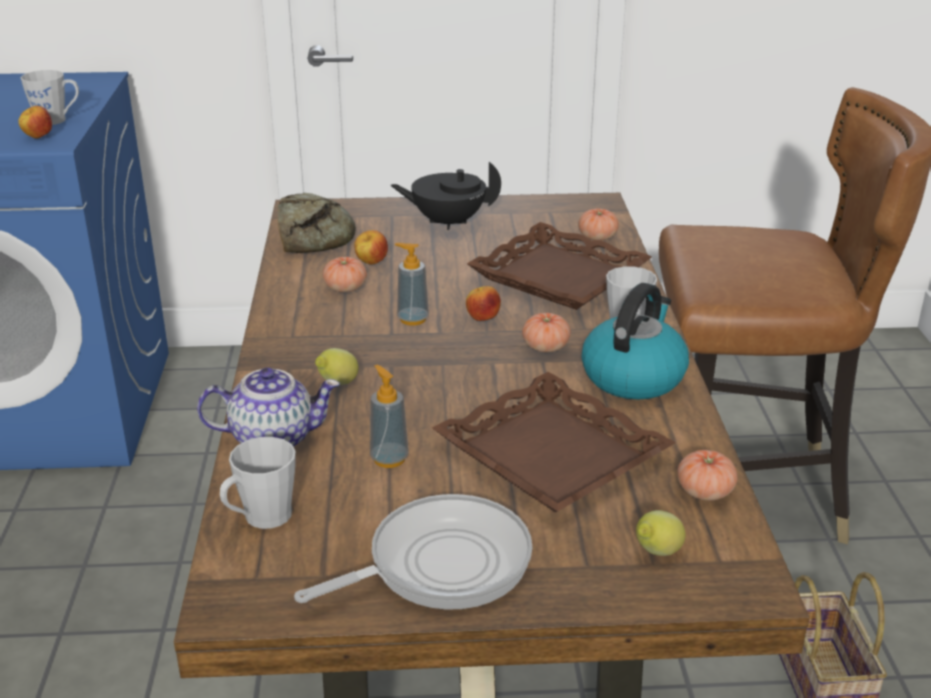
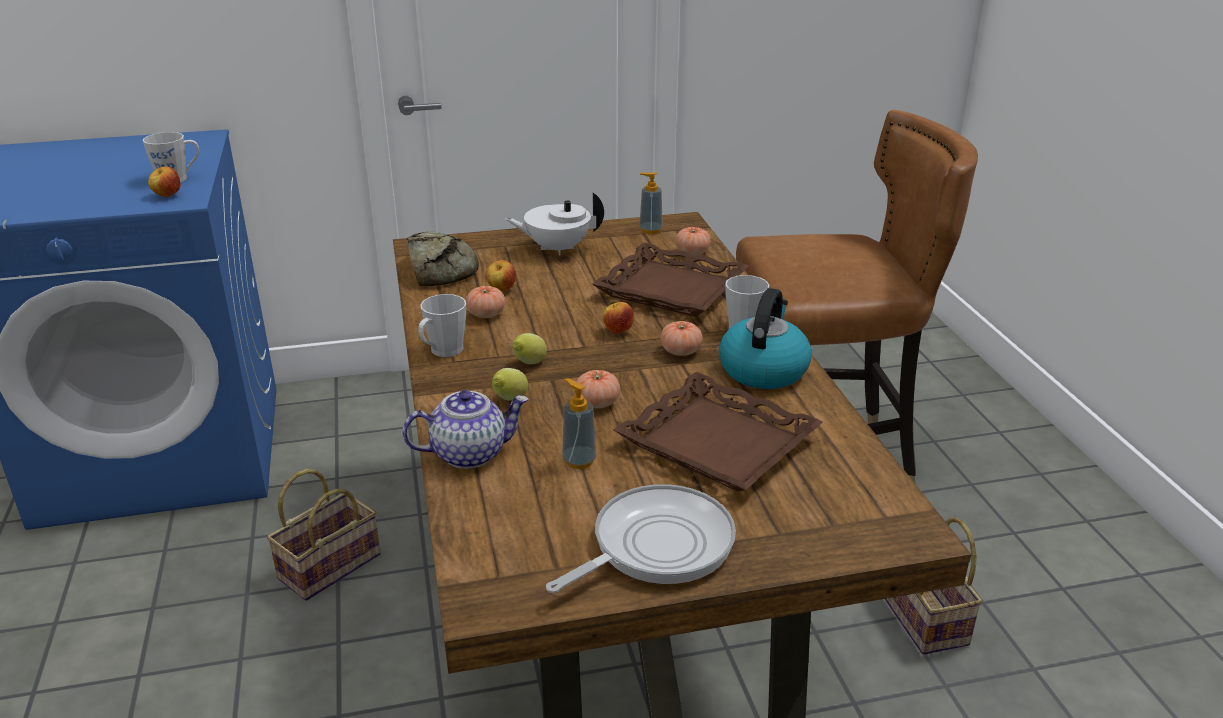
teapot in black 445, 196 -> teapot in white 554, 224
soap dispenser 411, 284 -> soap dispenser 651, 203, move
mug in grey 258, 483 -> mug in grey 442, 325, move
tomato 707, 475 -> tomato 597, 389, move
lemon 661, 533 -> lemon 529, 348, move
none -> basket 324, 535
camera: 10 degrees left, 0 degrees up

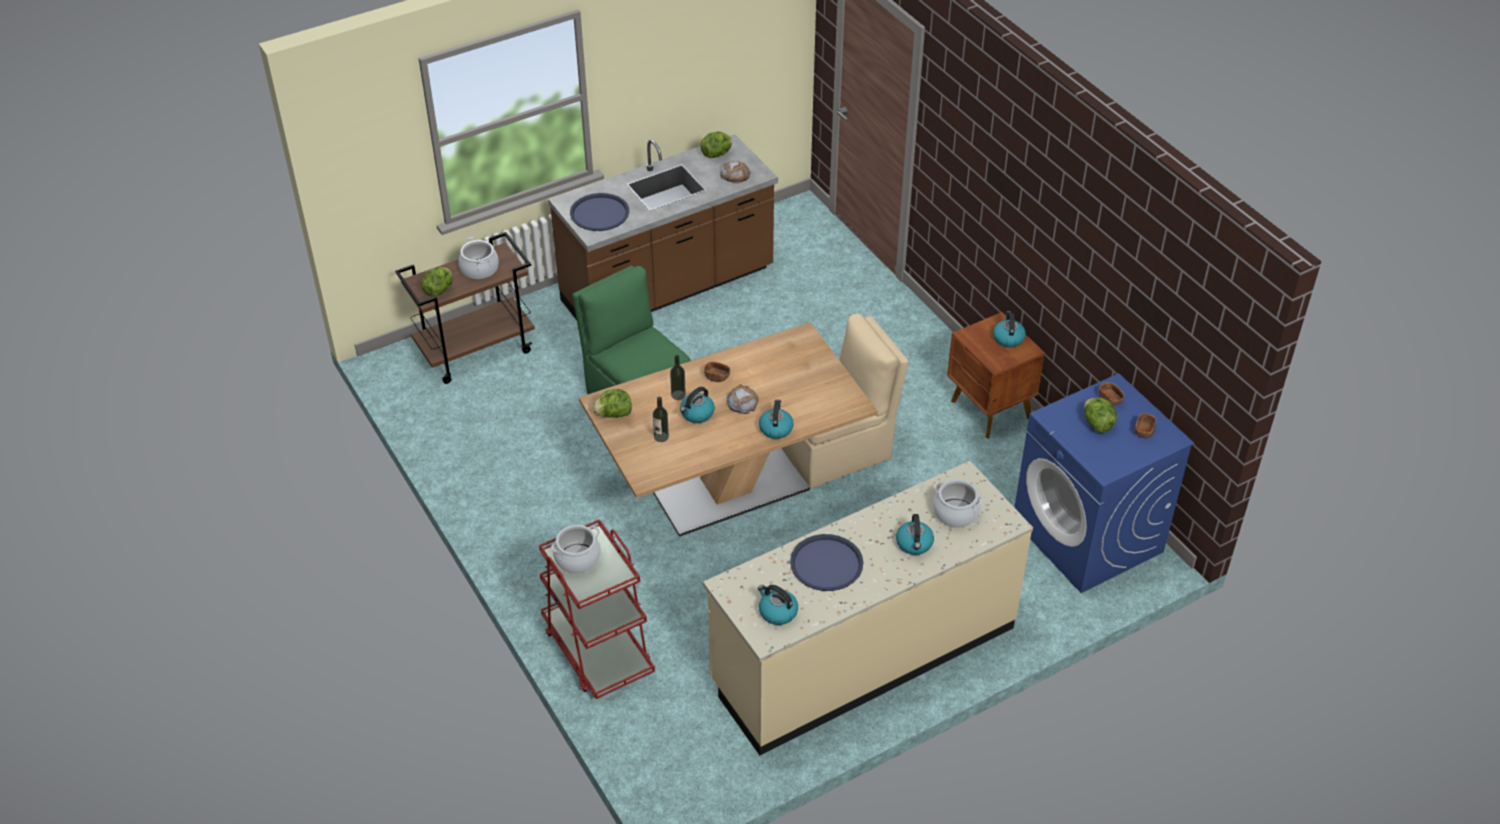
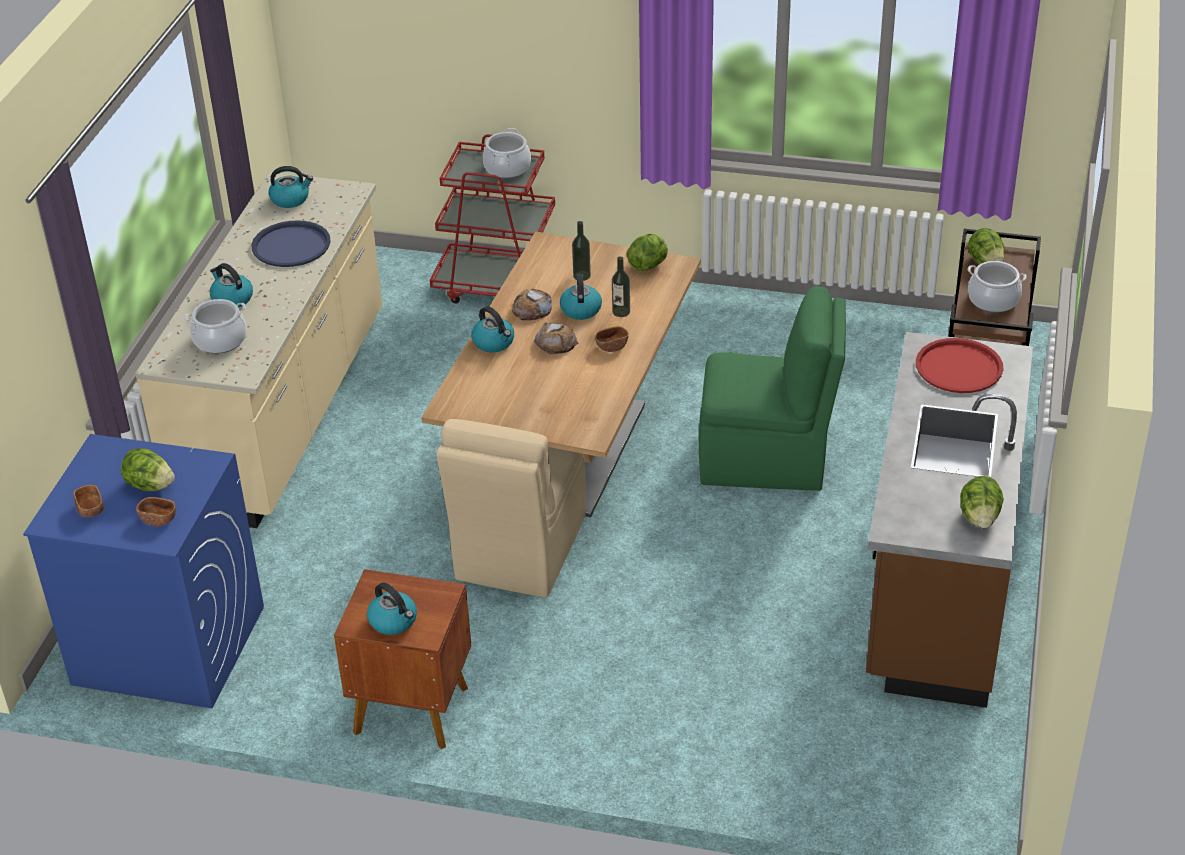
bread 735, 172 -> bread 532, 304, move
tray in blue 599, 212 -> tray in red 959, 365
camera: 135 degrees right, 5 degrees down

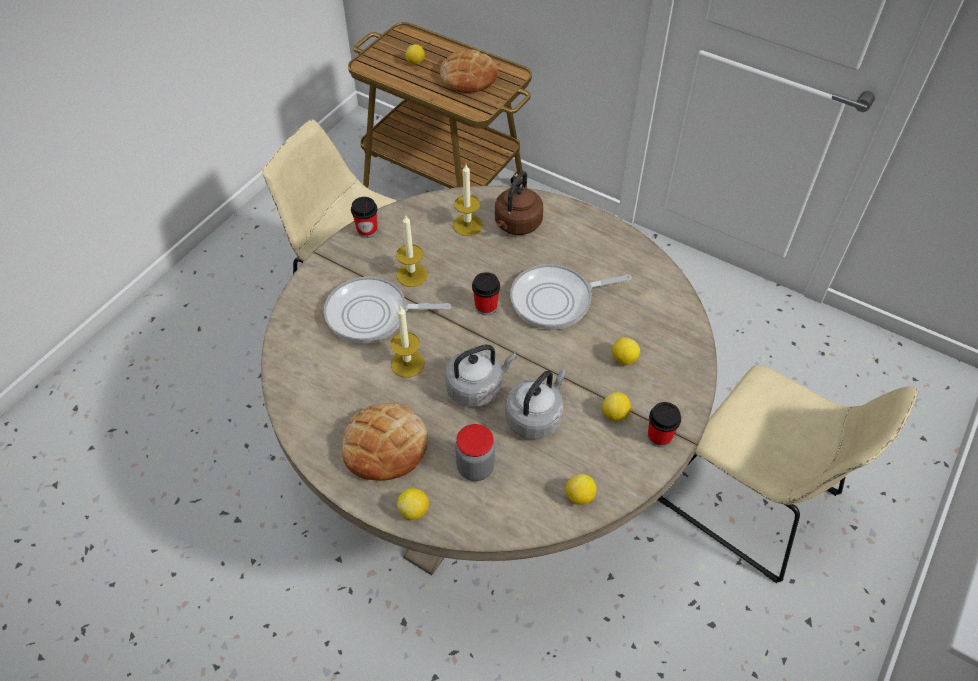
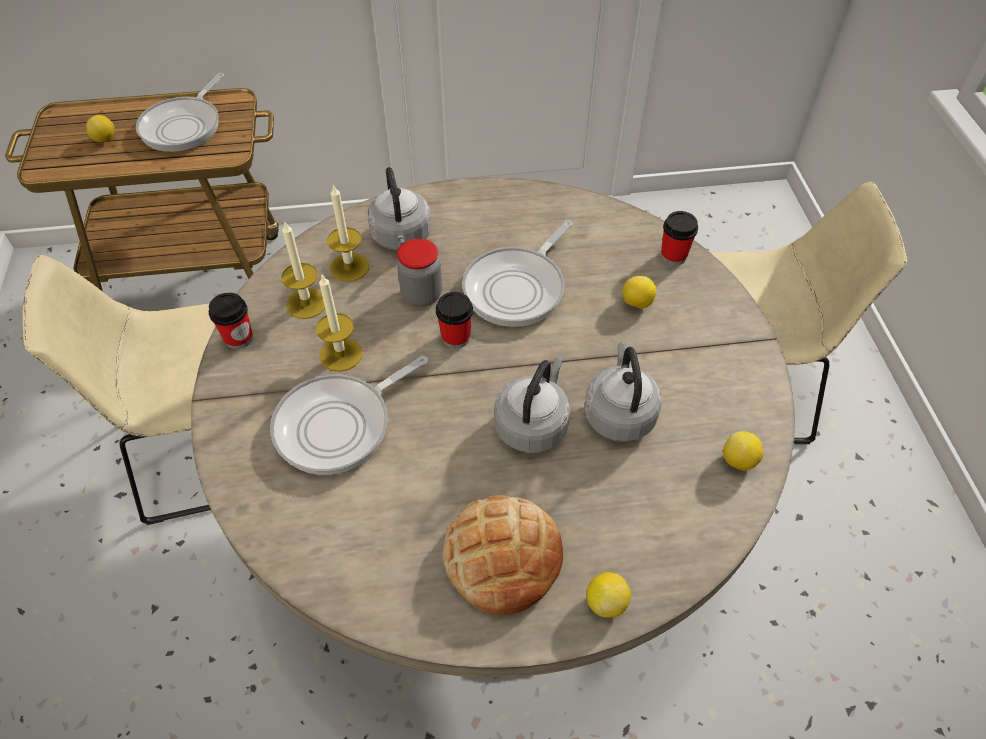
bread 468, 71 -> frying pan 180, 112
kettle in brown 519, 203 -> kettle in grey 399, 208
candle 407, 341 -> candle 303, 270, move
lemon 616, 407 -> none
cup 664, 424 -> cup 679, 238, move
jar 475, 452 -> jar 419, 273, move
camera: 40 degrees left, 0 degrees up

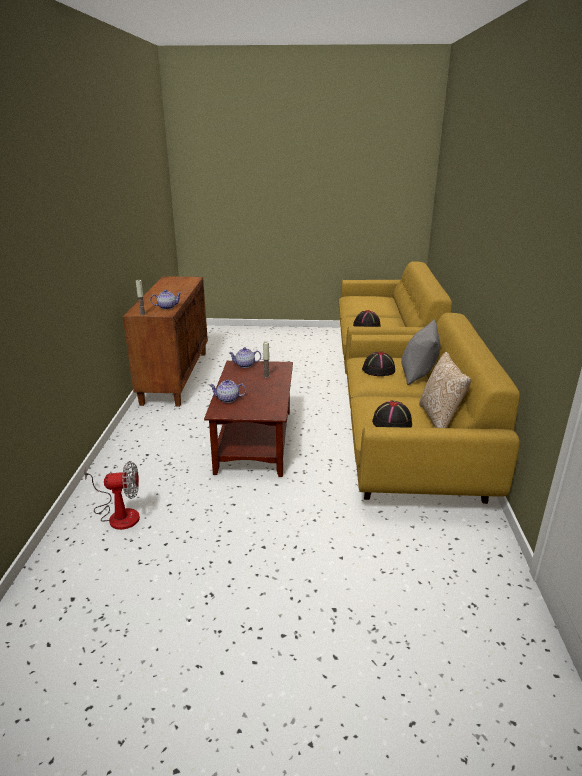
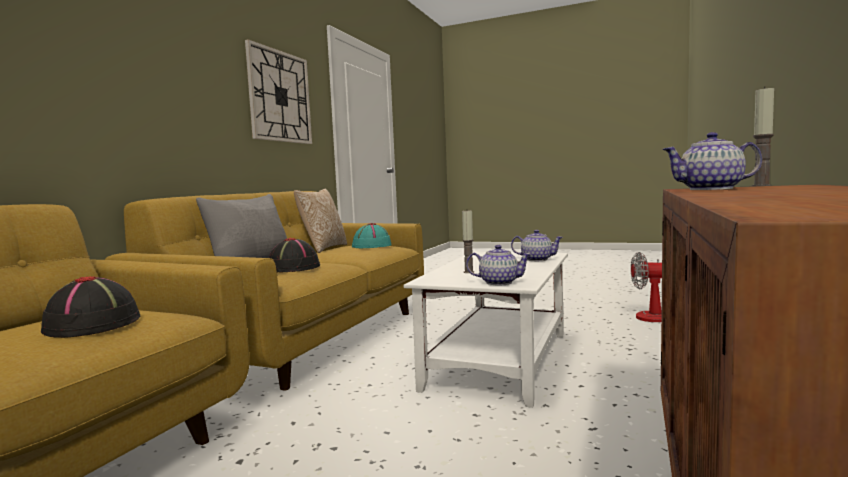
coffee table in brown 248, 419 -> coffee table in white 485, 330
hat in black 392, 414 -> hat in turquoise 371, 235
none -> wall clock 278, 91
camera: 160 degrees left, 20 degrees down

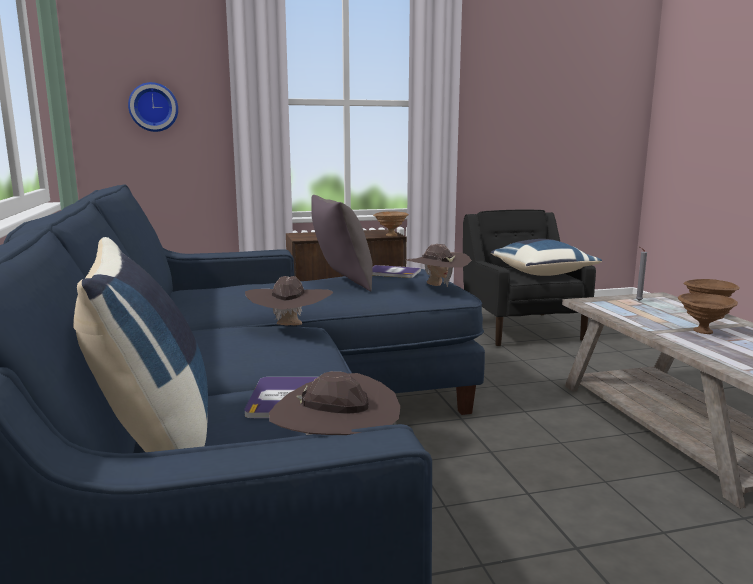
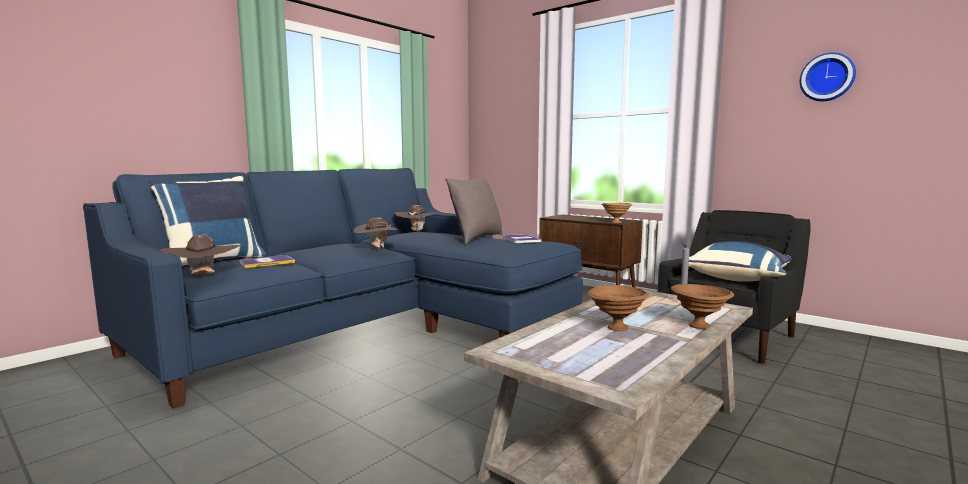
wall clock 153, 107 -> wall clock 828, 76, move
hat in brown 438, 265 -> hat in brown 416, 218, move
camera: 55 degrees right, 5 degrees down

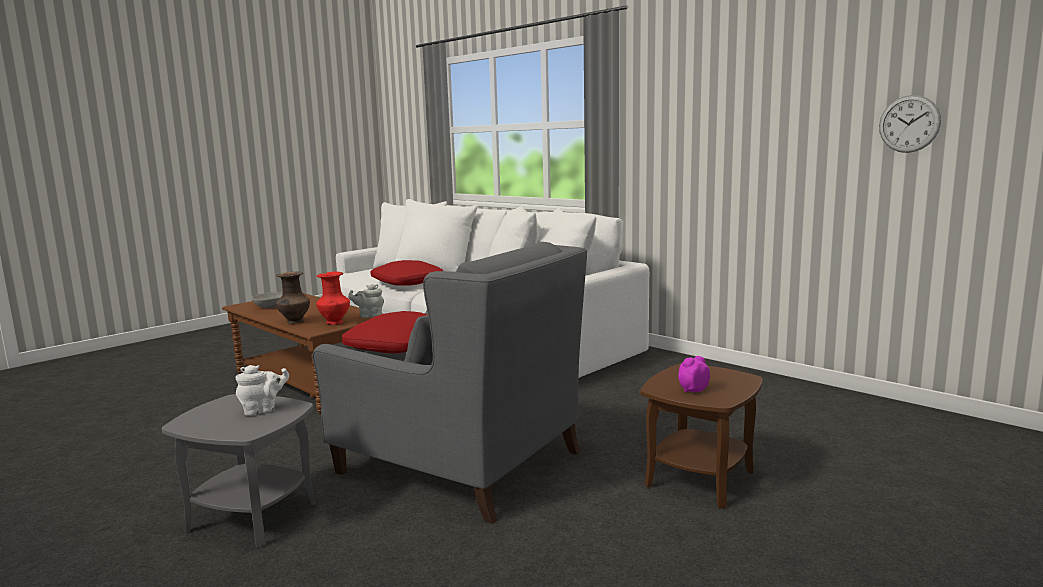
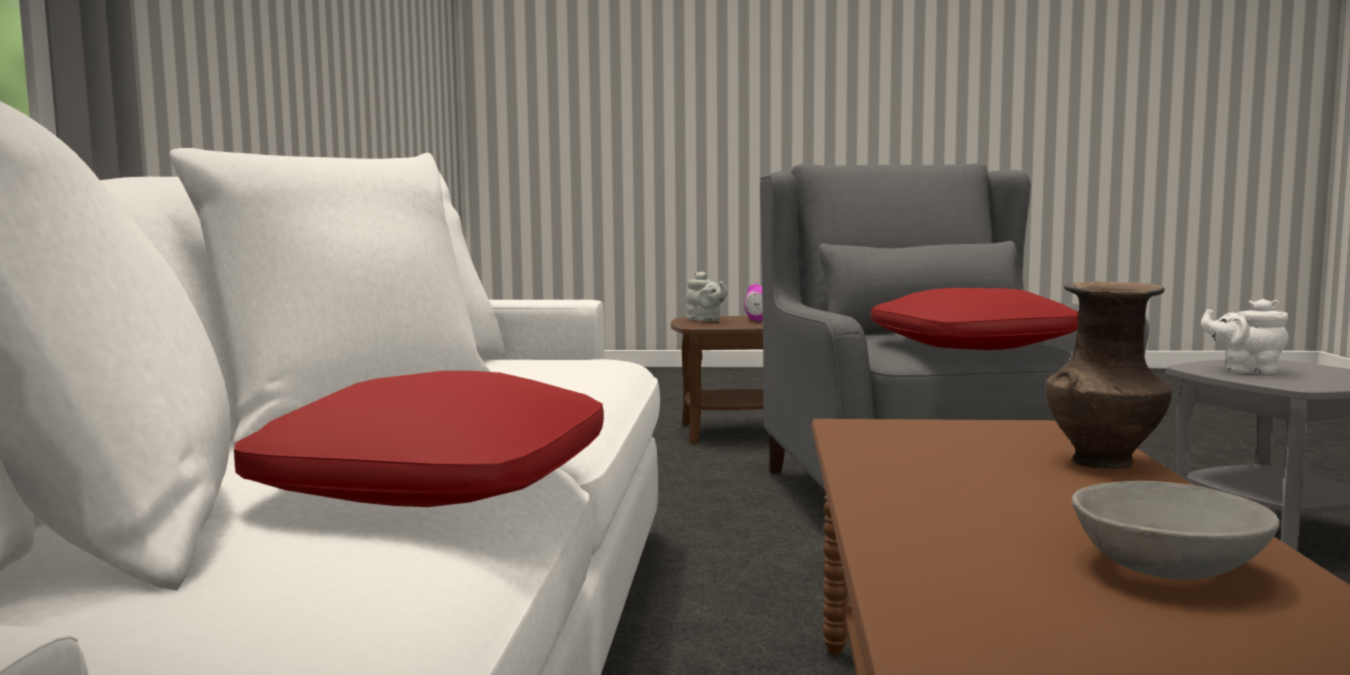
wall clock 910, 124 -> none
vase in red 333, 298 -> none
teapot in grey 366, 301 -> teapot in grey 707, 296, move
camera: 130 degrees left, 5 degrees down

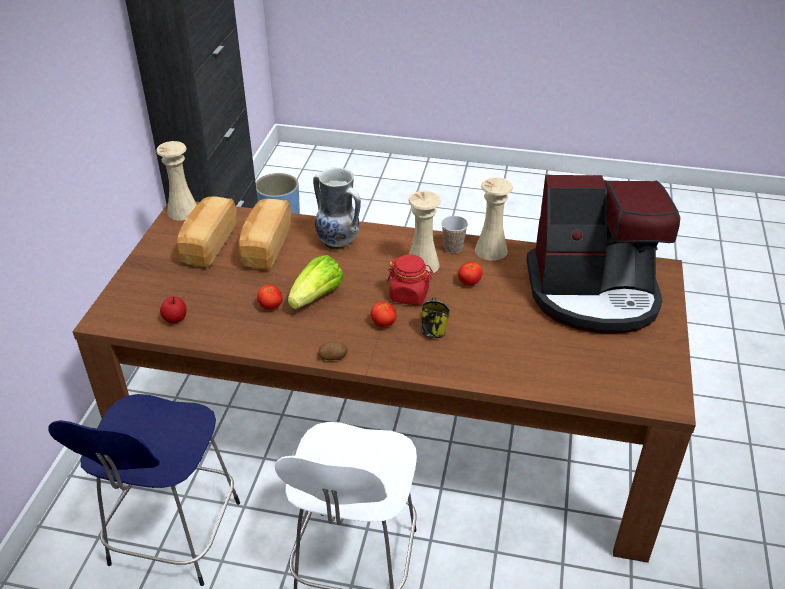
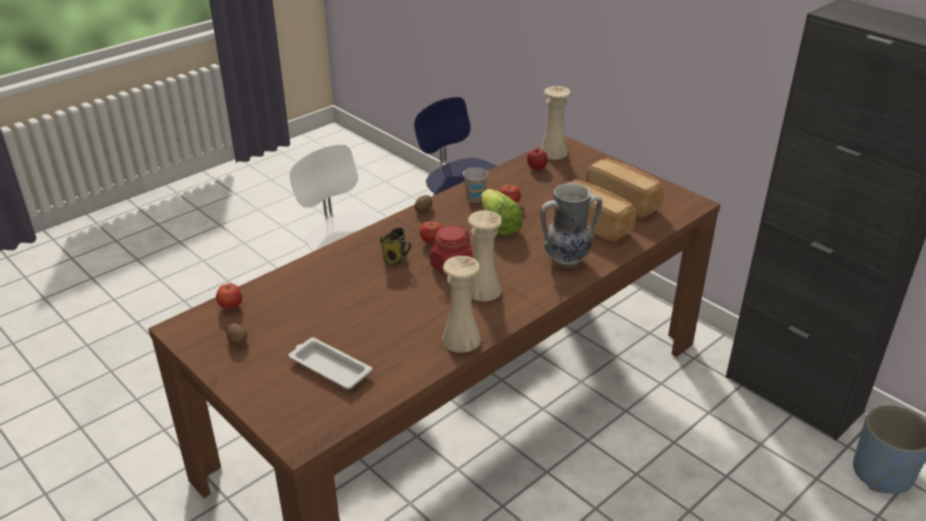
vase in beige 176, 180 -> vase in beige 555, 123, move
coffee machine 603, 254 -> tray in white 331, 363
cup 454, 234 -> cup 475, 185, move
tomato 470, 274 -> tomato 229, 296, move
none -> potato 236, 334
camera: 125 degrees right, 5 degrees down

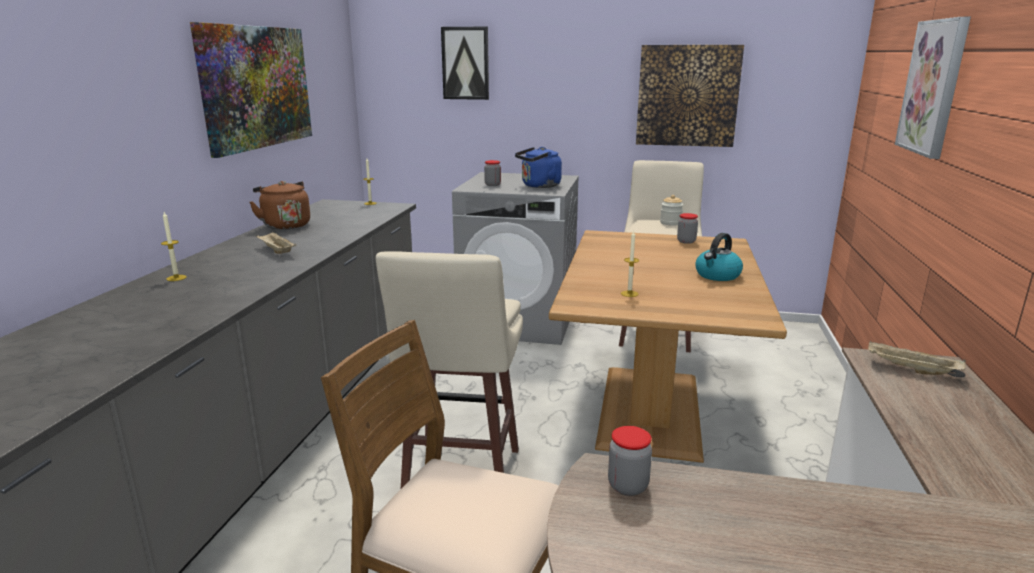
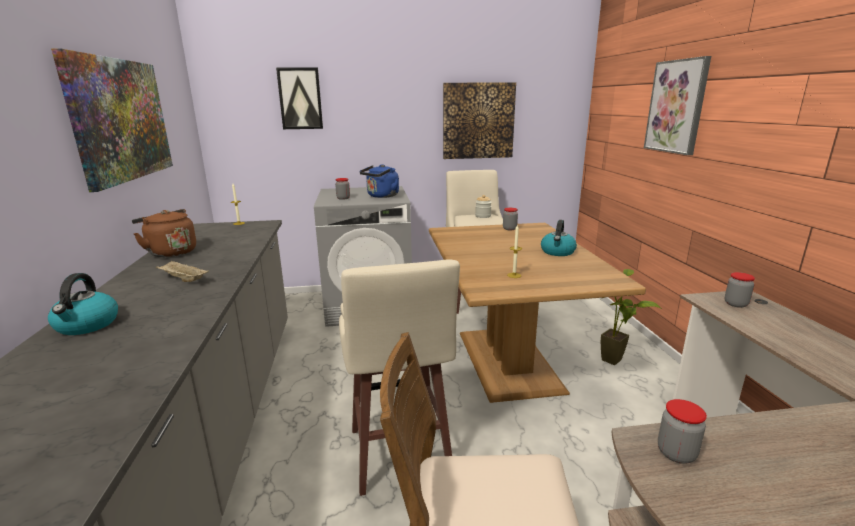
candle 174, 246 -> kettle 83, 304
tray in beige 917, 358 -> jar 740, 290
none -> potted plant 631, 317
camera: 20 degrees left, 0 degrees up

